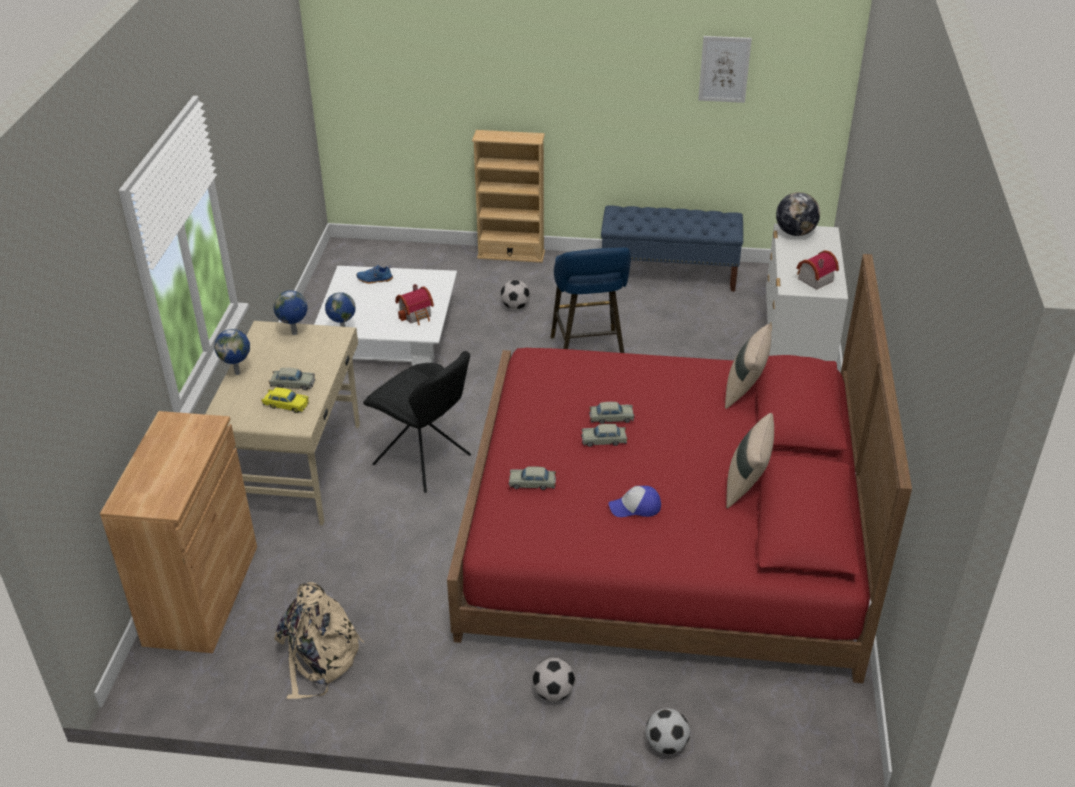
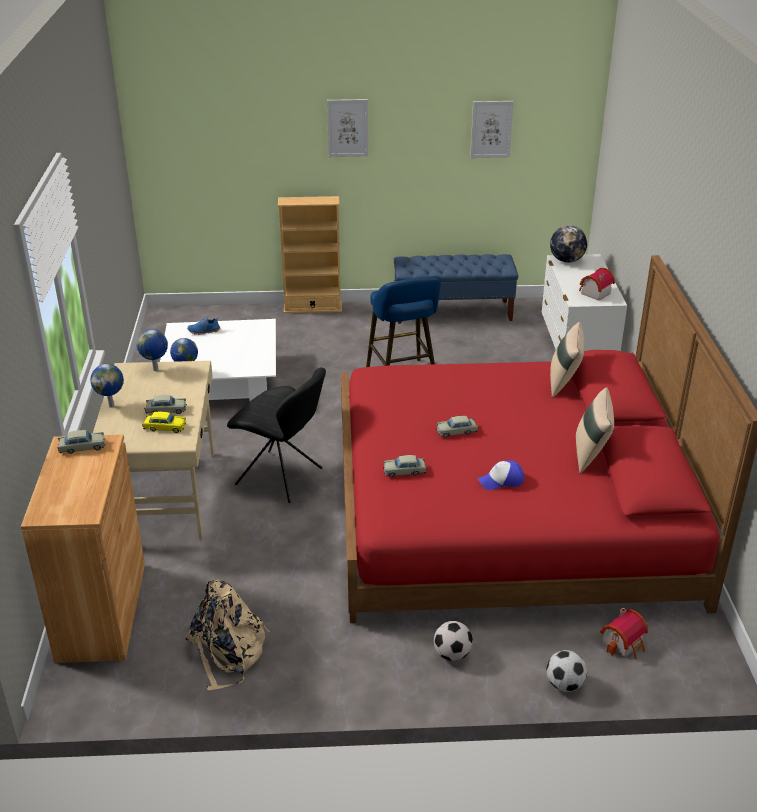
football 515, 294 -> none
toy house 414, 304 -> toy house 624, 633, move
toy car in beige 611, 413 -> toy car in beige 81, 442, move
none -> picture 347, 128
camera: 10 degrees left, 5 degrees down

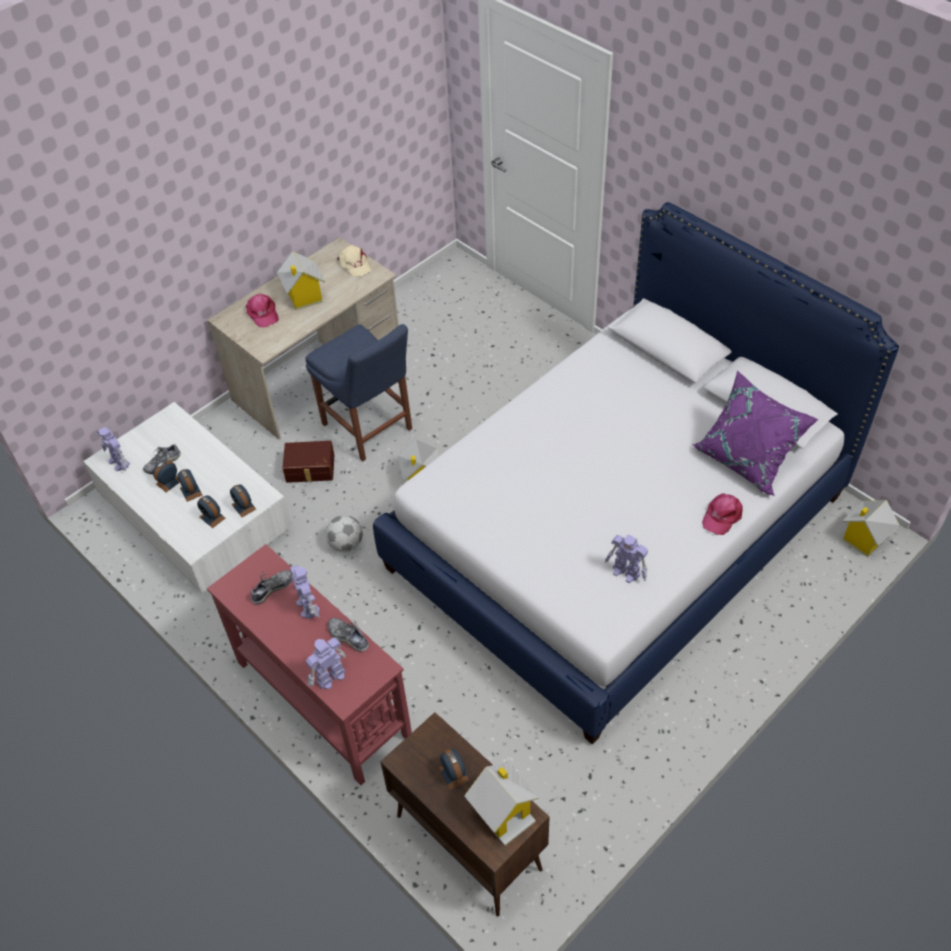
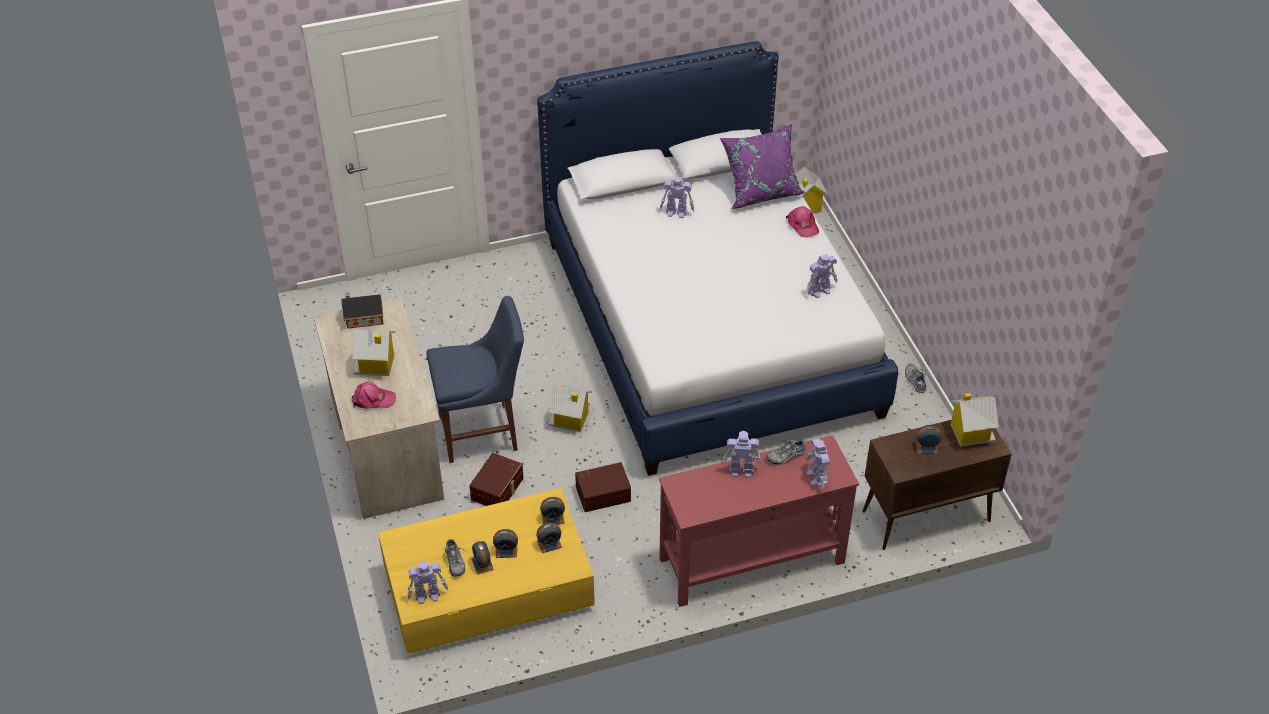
cap in beige 354, 261 -> toy house 362, 311
coffee table in white 187, 497 -> coffee table in yellow 486, 571
football 344, 533 -> storage box in brown 603, 487
shoe 272, 587 -> shoe 915, 378, move
none -> toy robot 677, 197
camera: 65 degrees left, 5 degrees down

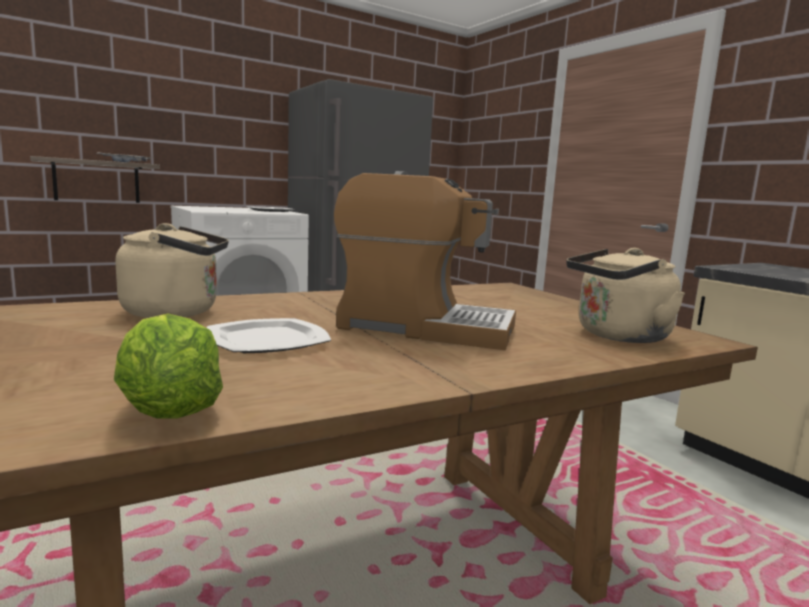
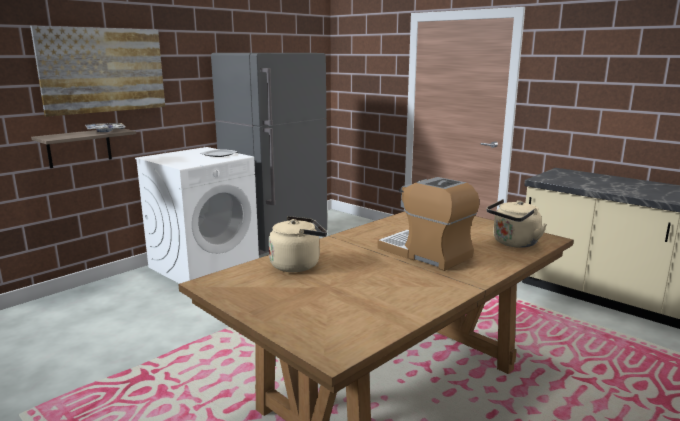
coffee machine 425, 260 -> coffee machine 428, 224, 135 degrees counterclockwise
lettuce 168, 365 -> none
plate 269, 335 -> none
none -> picture 97, 71
camera: 15 degrees left, 5 degrees up

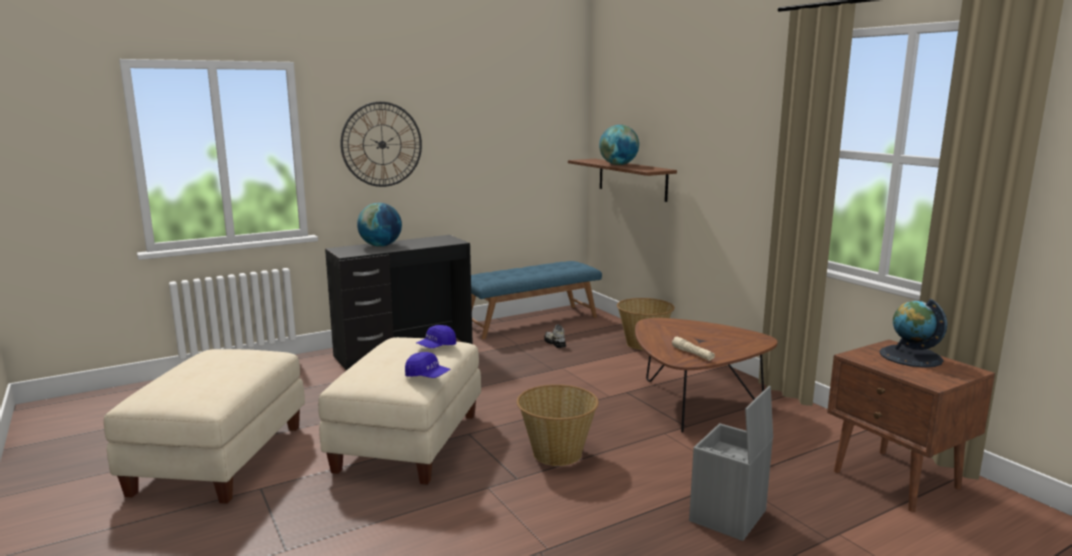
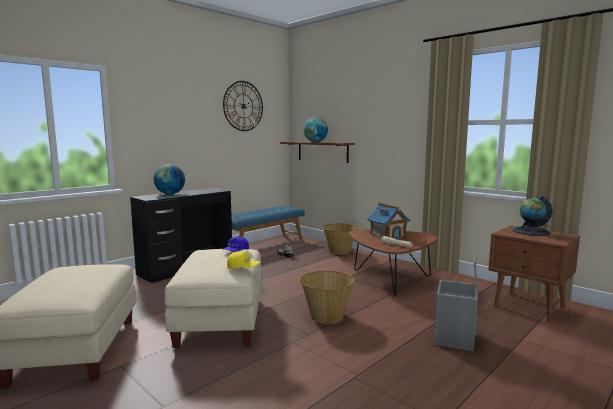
wall clock 381, 144 -> wall clock 243, 106, move
cap in blue 428, 365 -> cap in yellow 244, 260
none -> toy house 388, 221
camera: 15 degrees left, 5 degrees down

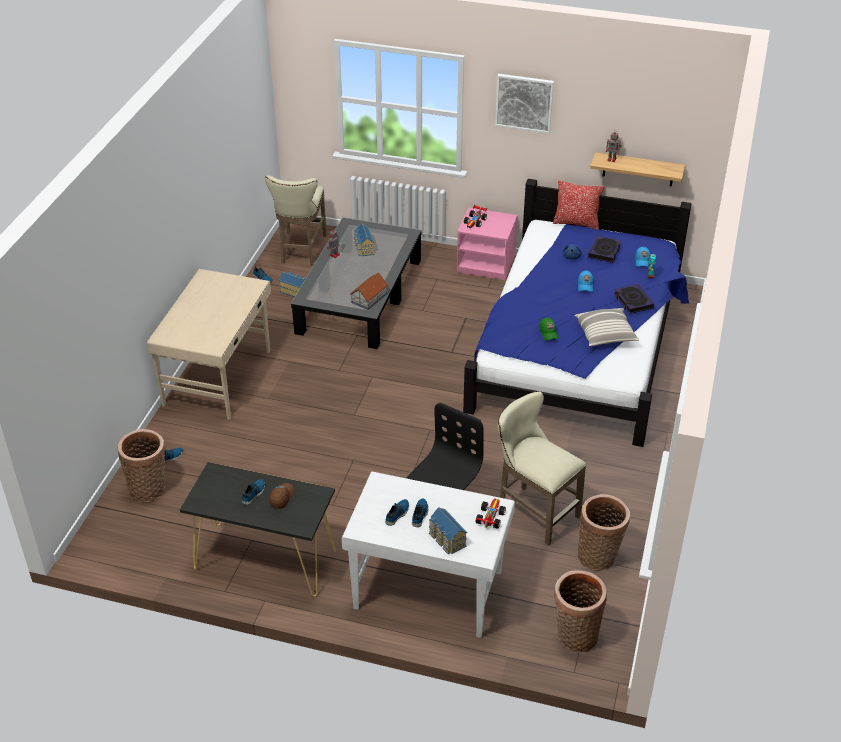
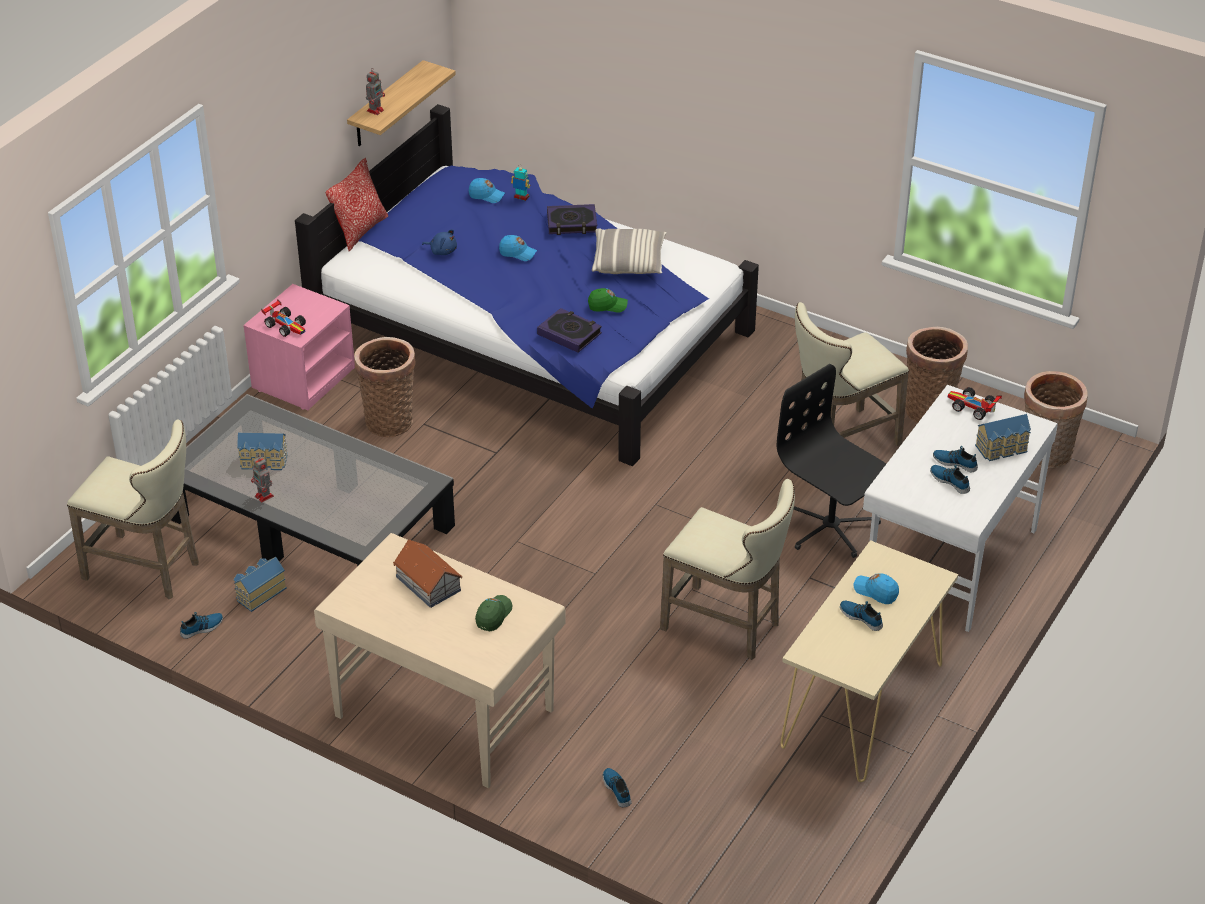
picture 524, 104 -> none
book 604, 249 -> book 569, 330, move
toy house 368, 291 -> toy house 428, 574, move
basket 142, 466 -> basket 385, 387, move
console table in black 258, 529 -> console table in beige 869, 661
cap in brown 281, 496 -> cap in blue 876, 588
none -> stool in beige 727, 569
none -> cap in green 493, 613
camera: 75 degrees left, 0 degrees up

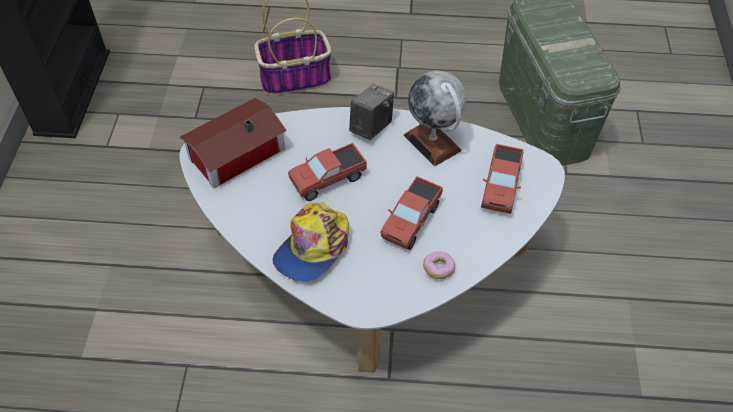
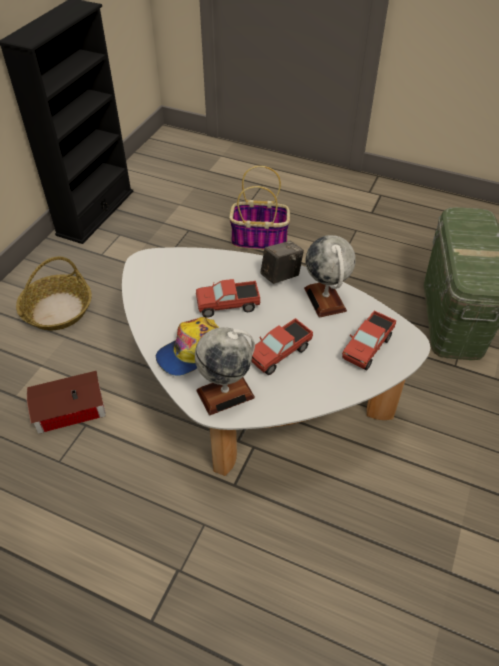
toy house 233, 143 -> toy house 66, 402, move
donut 439, 265 -> none
none -> basket 54, 293
none -> globe 225, 371
camera: 20 degrees right, 5 degrees down

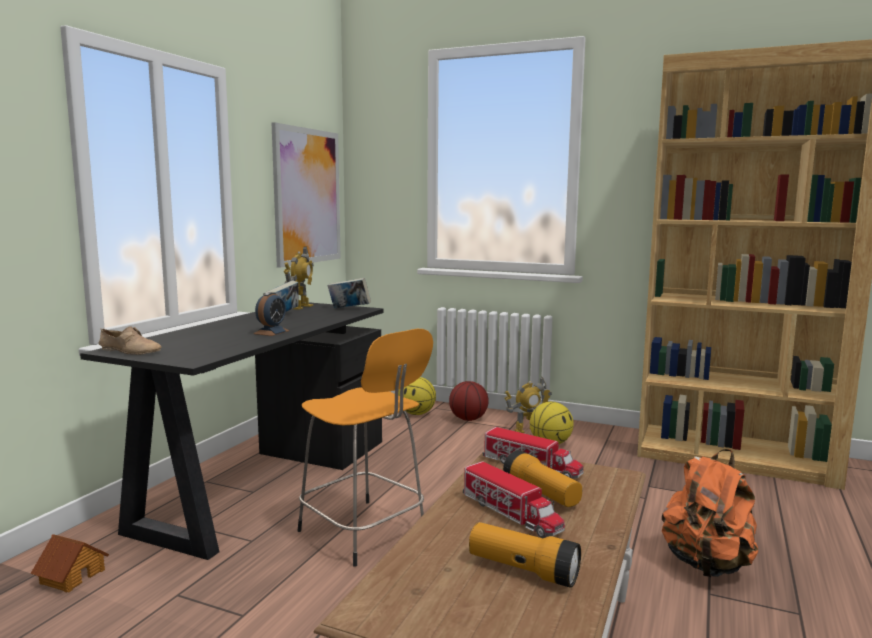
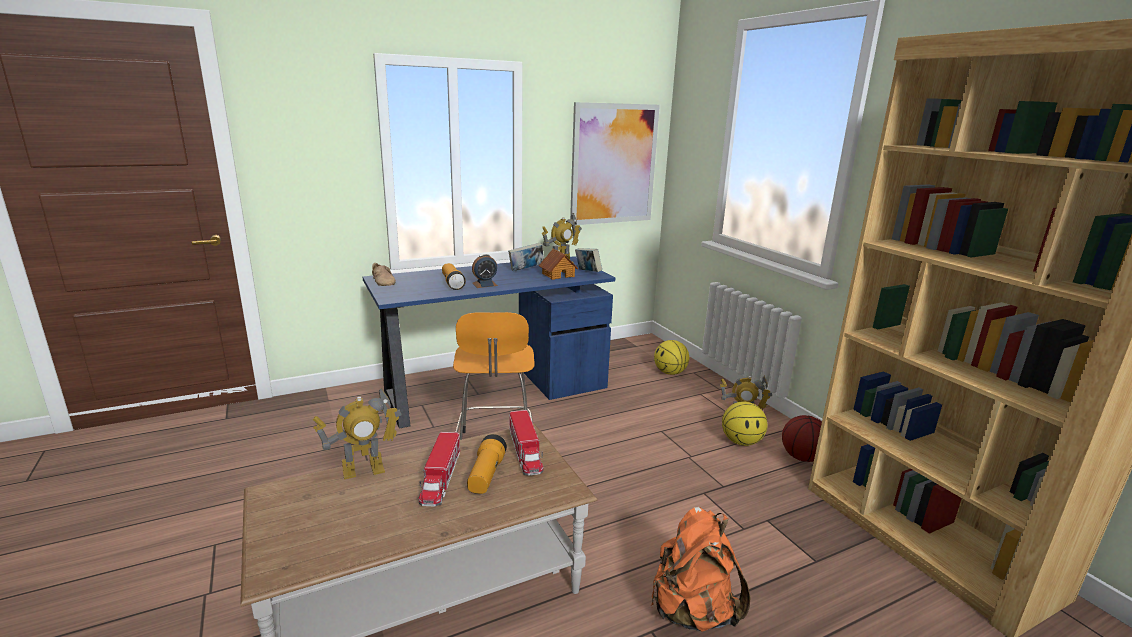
desk in black 232, 431 -> desk in blue 489, 342
basketball 469, 401 -> basketball 802, 438, move
flashlight 525, 555 -> flashlight 454, 276, move
toy house 69, 563 -> toy house 558, 264, move
none -> toy robot 357, 433
camera: 40 degrees right, 10 degrees up

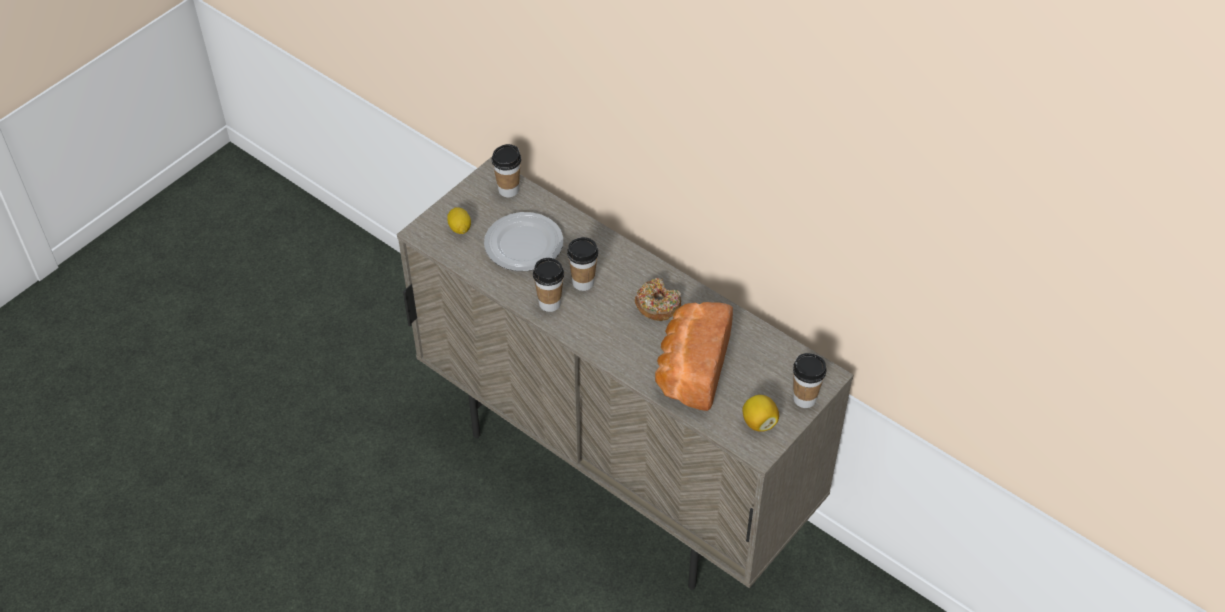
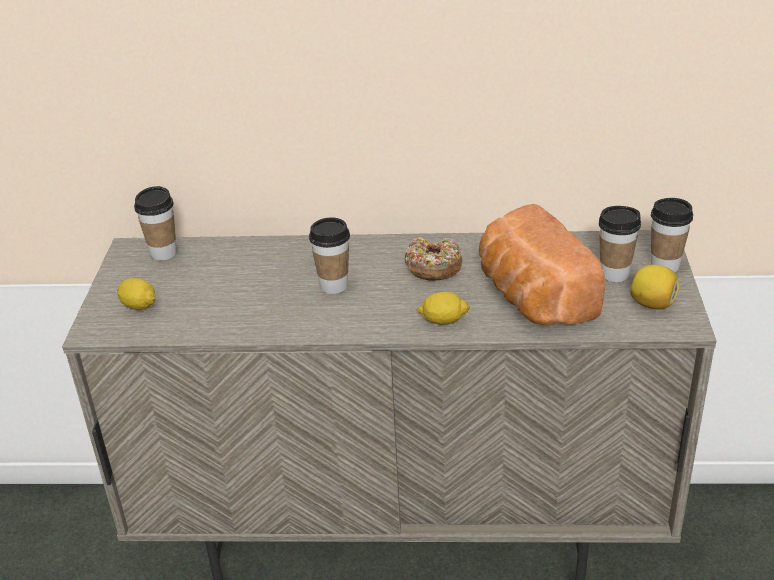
plate 523, 241 -> none
cup 548, 285 -> cup 620, 244, move
none -> lemon 443, 308
camera: 35 degrees left, 15 degrees down

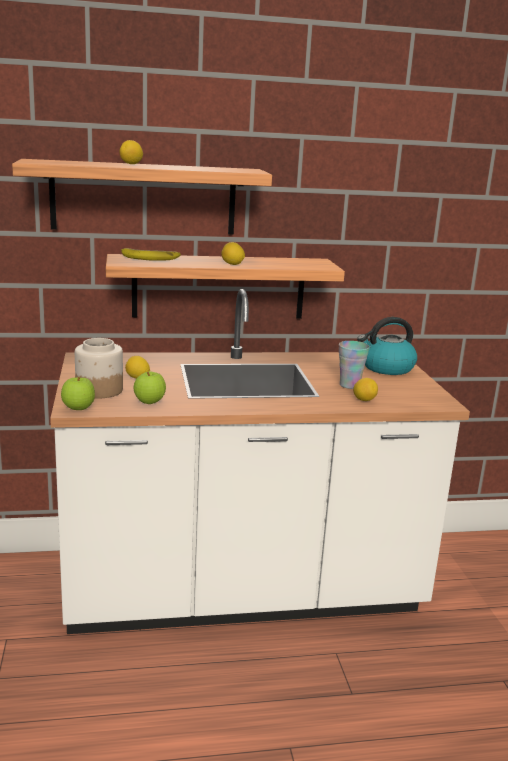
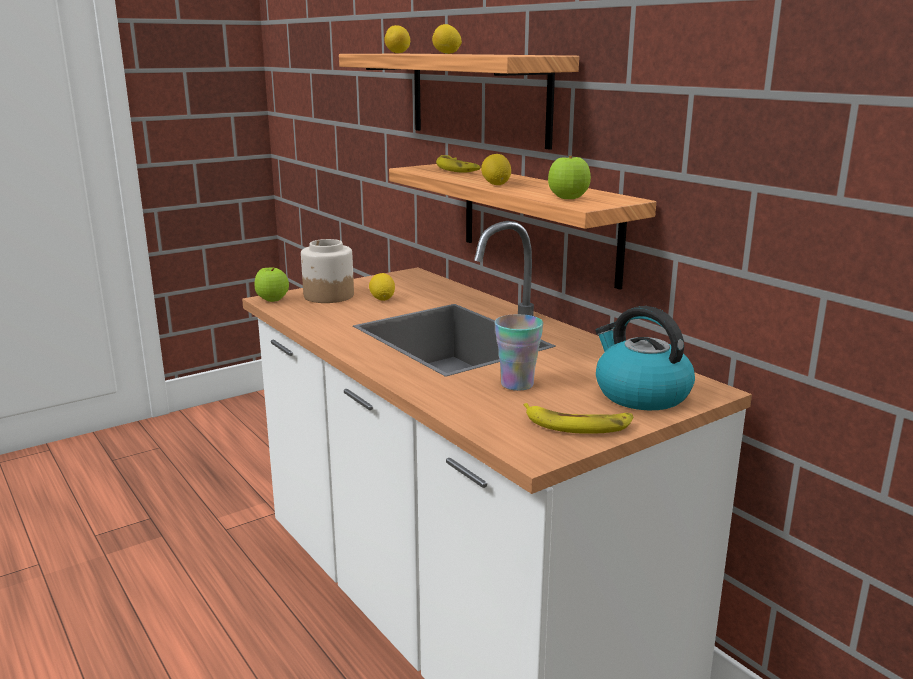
apple 149, 388 -> apple 569, 177, move
lemon 365, 389 -> lemon 397, 39, move
none -> banana 578, 418
camera: 65 degrees right, 0 degrees up

